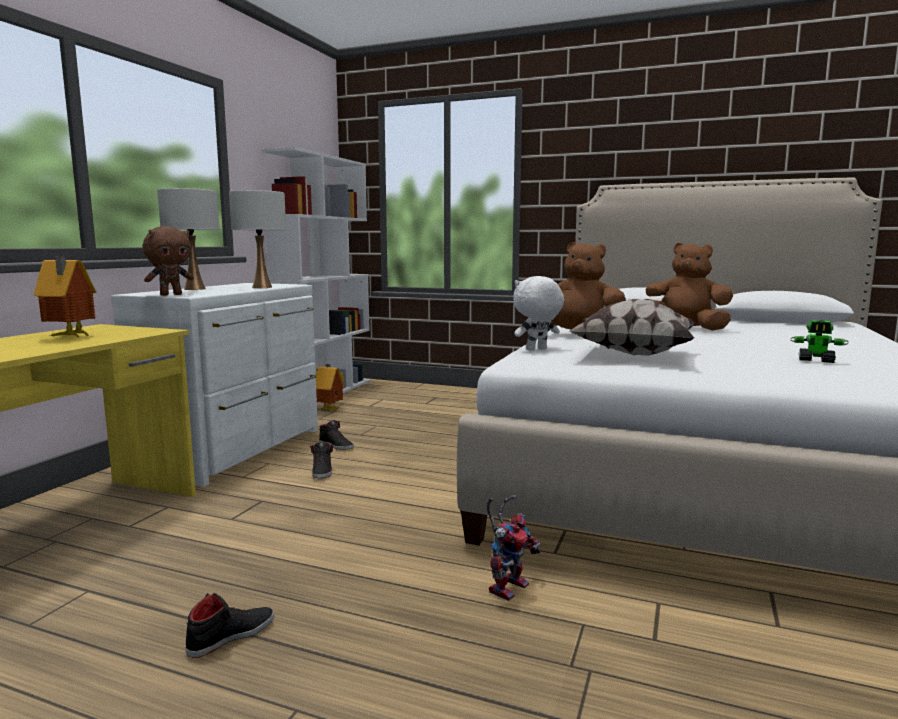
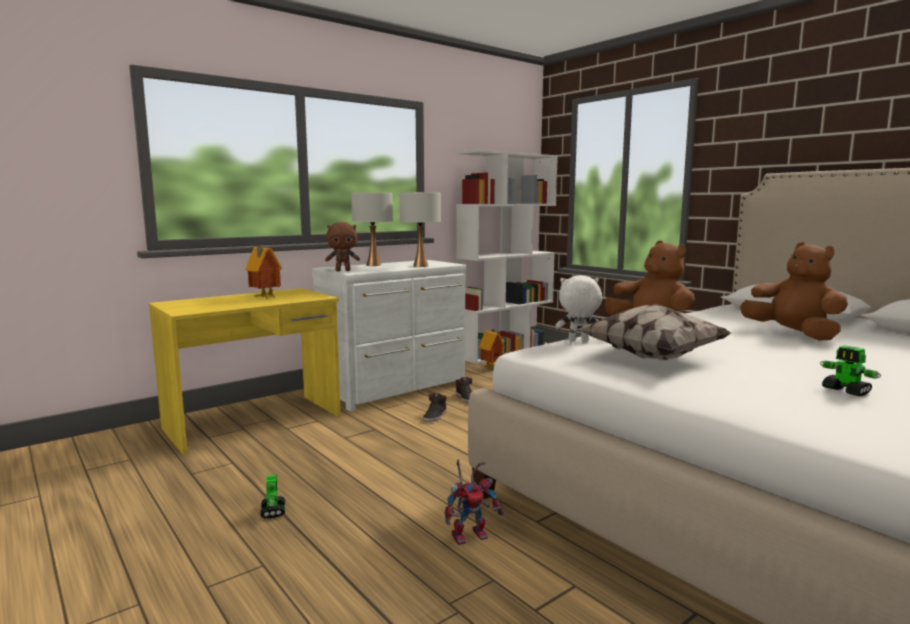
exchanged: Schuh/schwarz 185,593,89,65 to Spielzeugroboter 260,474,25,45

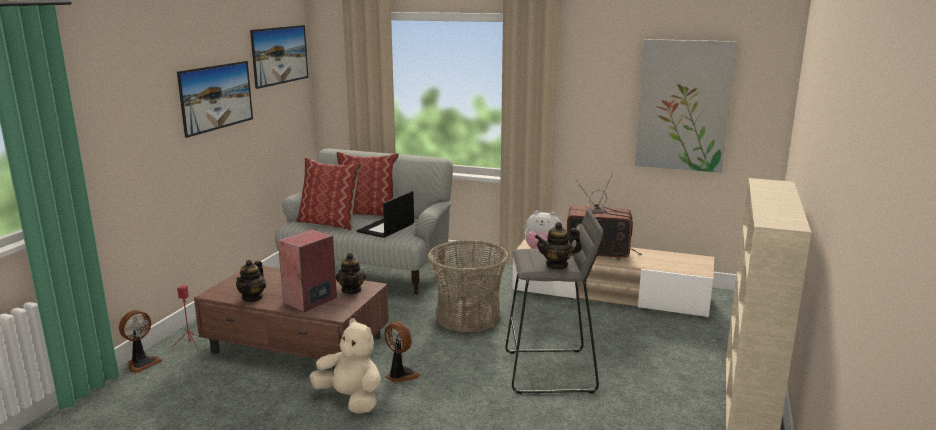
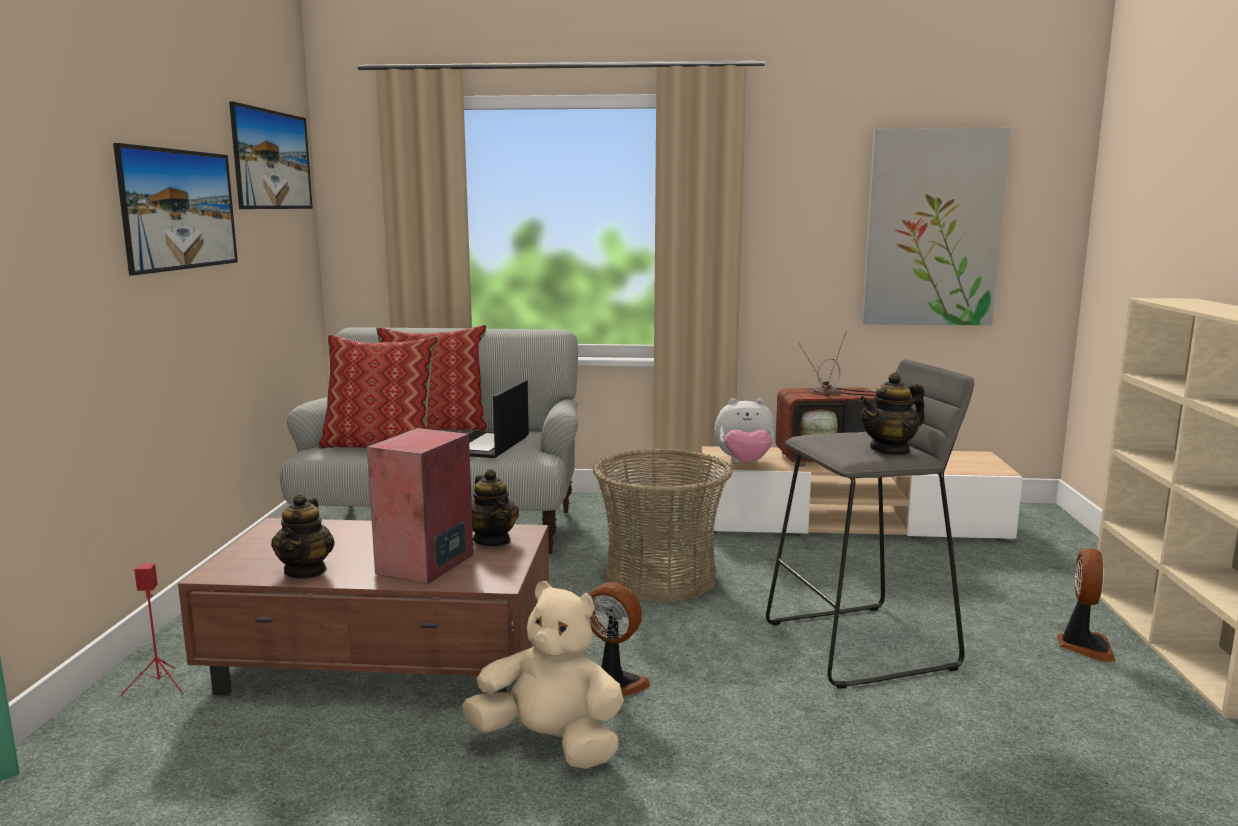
relocated: Ventilator 119,310,43,63 to 1057,549,59,113

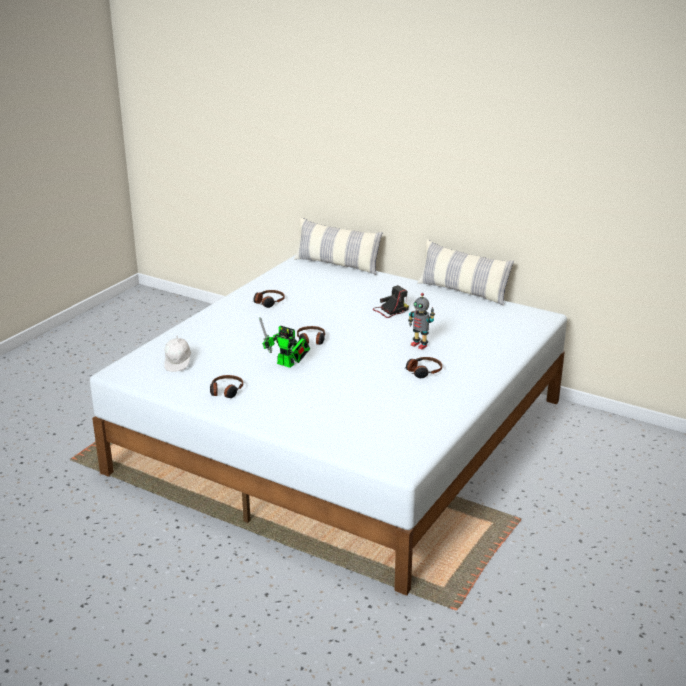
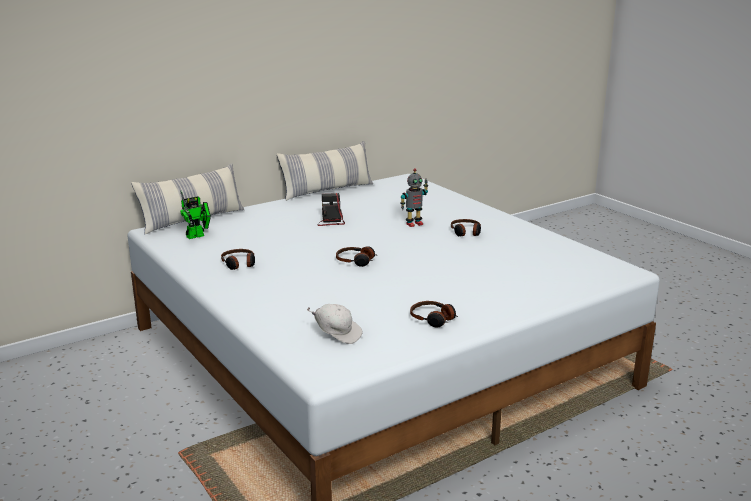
relocated: Spielzeugroboter 259,317,51,51 to 180,191,31,48

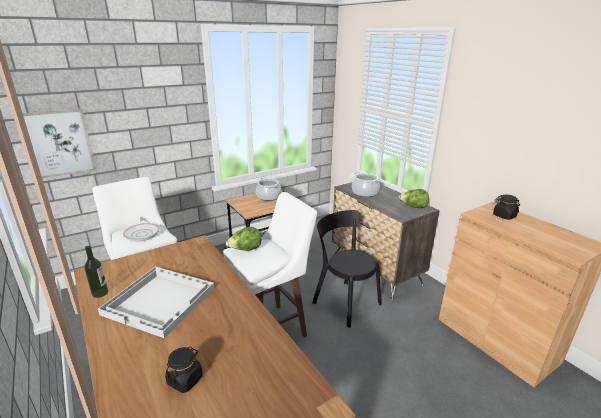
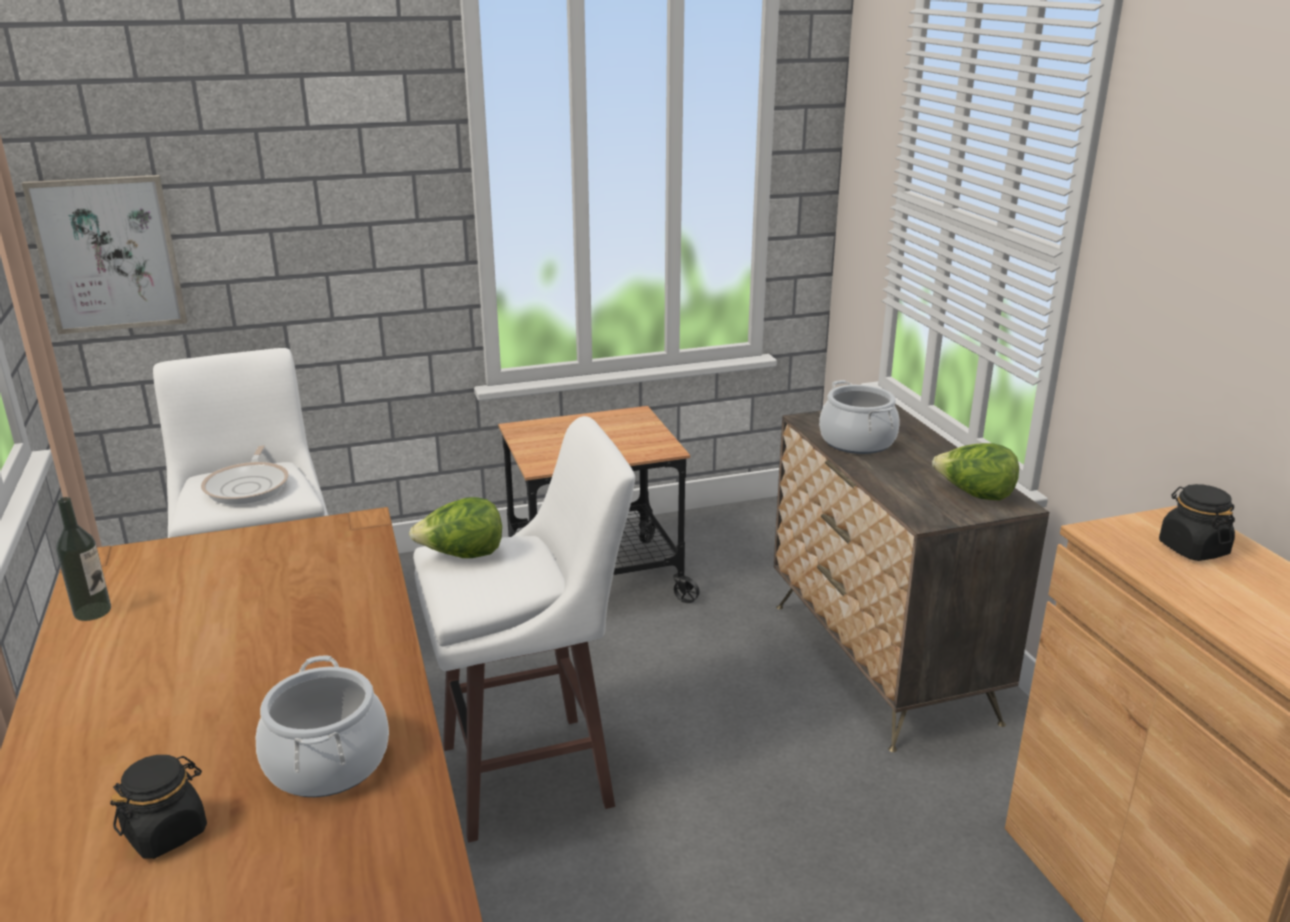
missing: Tablett/weiß 98,267,116,71; Stuhl/schwarz 312,210,69,118
relocated: Kochtopf 256,177,25,24 to 256,655,133,142

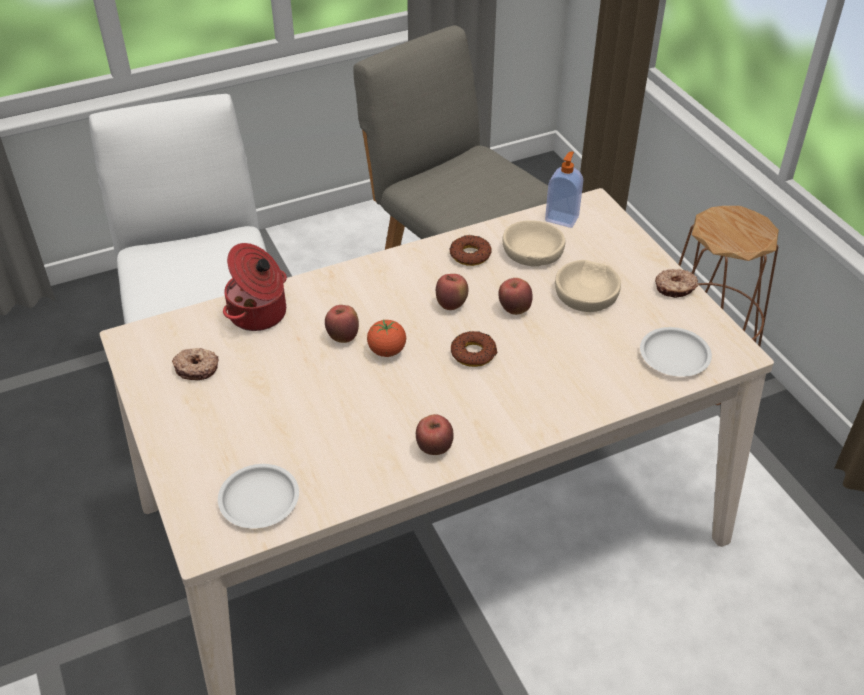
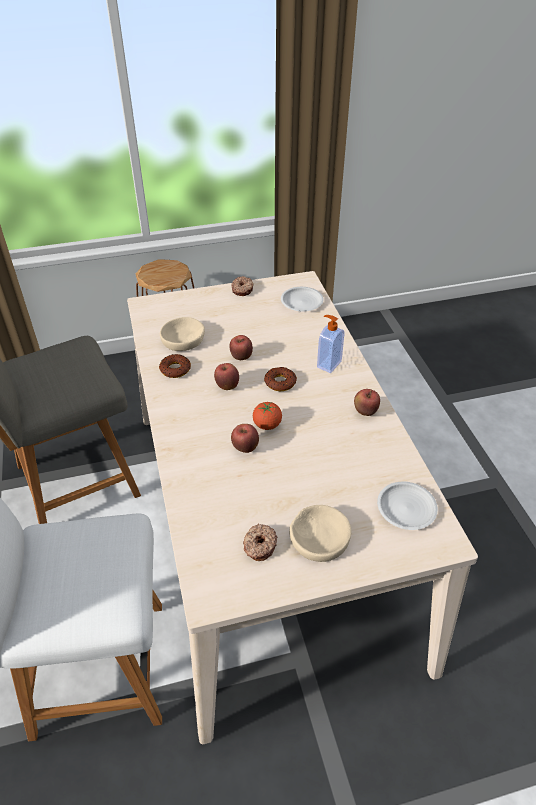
missing: Kochtopf 223,243,64,88
relocated: Seifenspender 545,151,38,77 to 317,315,28,58; Schüssel/beige 555,260,66,52 to 289,505,62,57

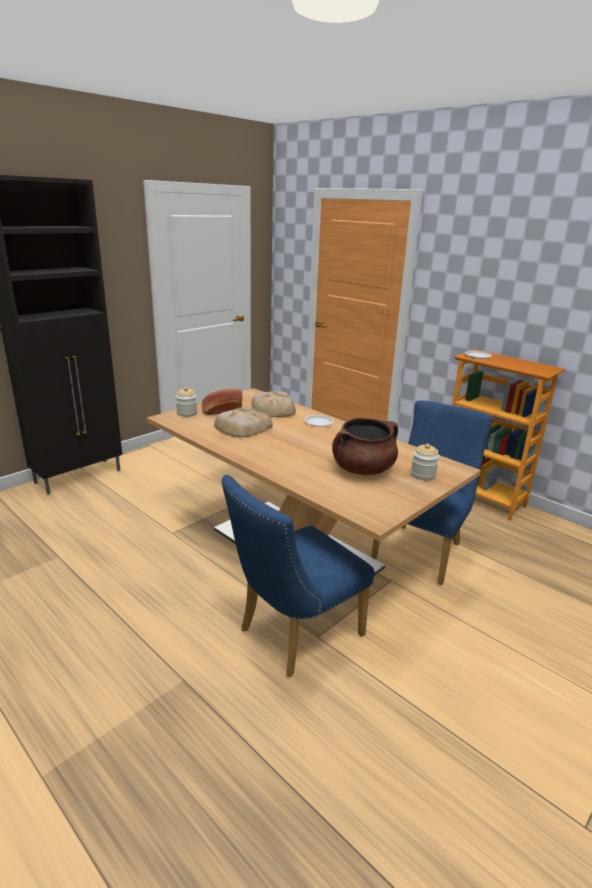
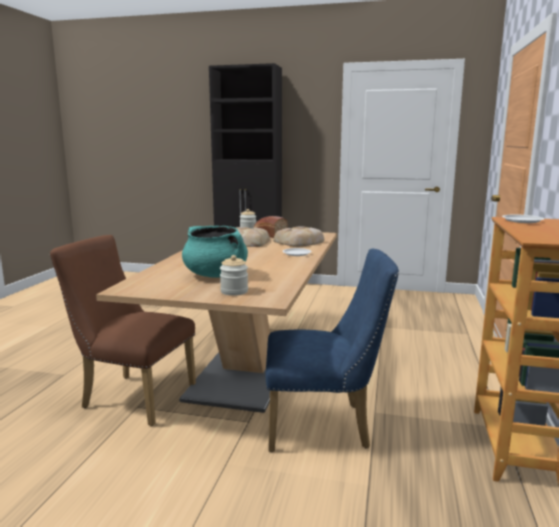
colour: Stuhl/blau 221,475,154,202 to Stuhl/braun 50,235,146,191; Kochtopf/braun 332,418,66,57 to Kochtopf/türkis 182,226,66,52

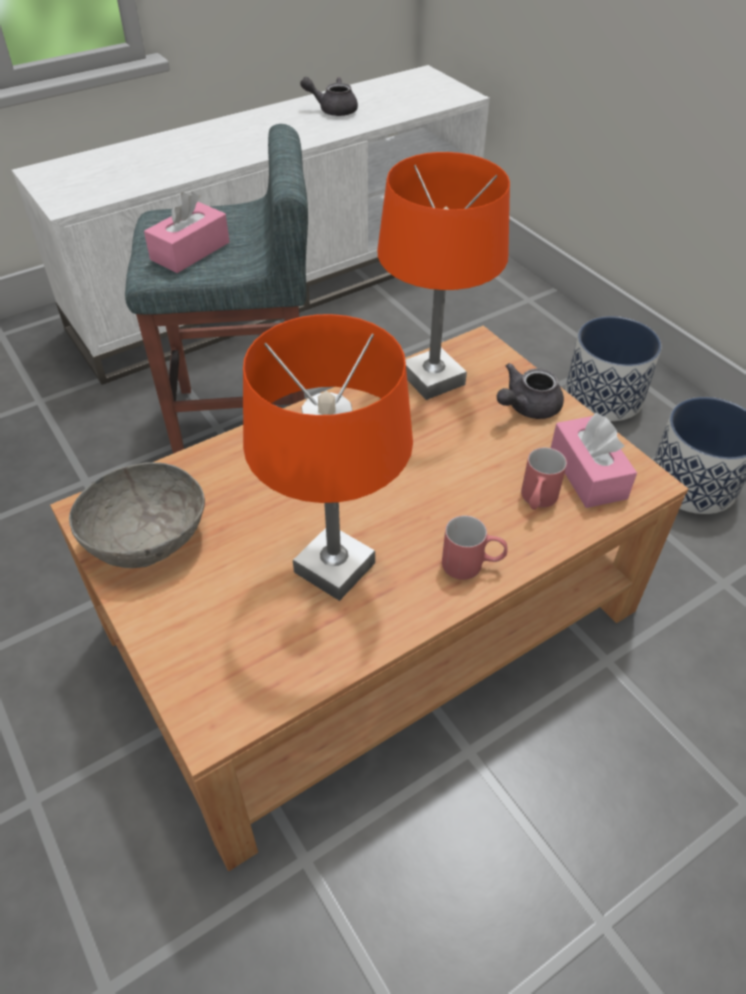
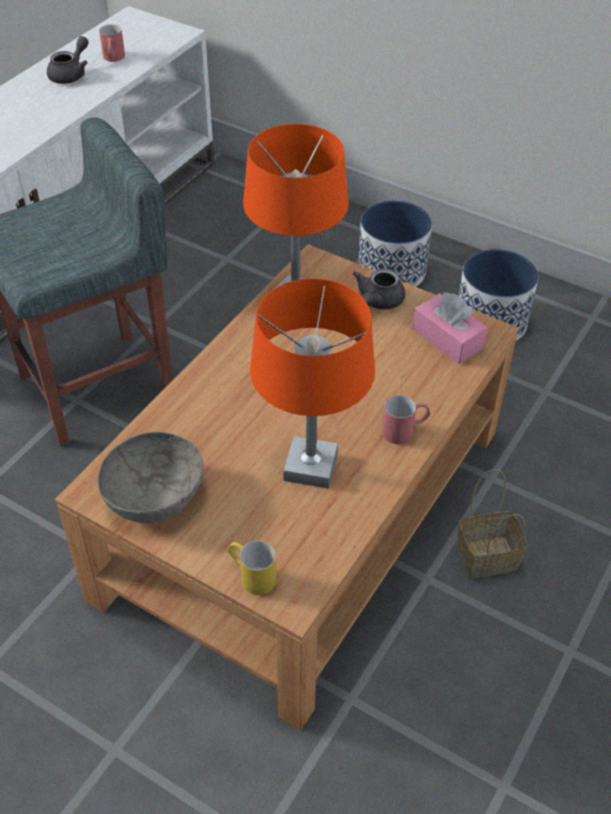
missing: Taschentuchbox/rosa 144,192,86,81
appeared: Henkelbecher/gelb 228,541,48,54; Korb 456,469,71,109
relocated: Henkelbecher/rot 521,447,46,63 to 99,24,26,38
spun: Teekanne/grau 300,77,58,39 = 47,36,42,48 135 degrees clockwise

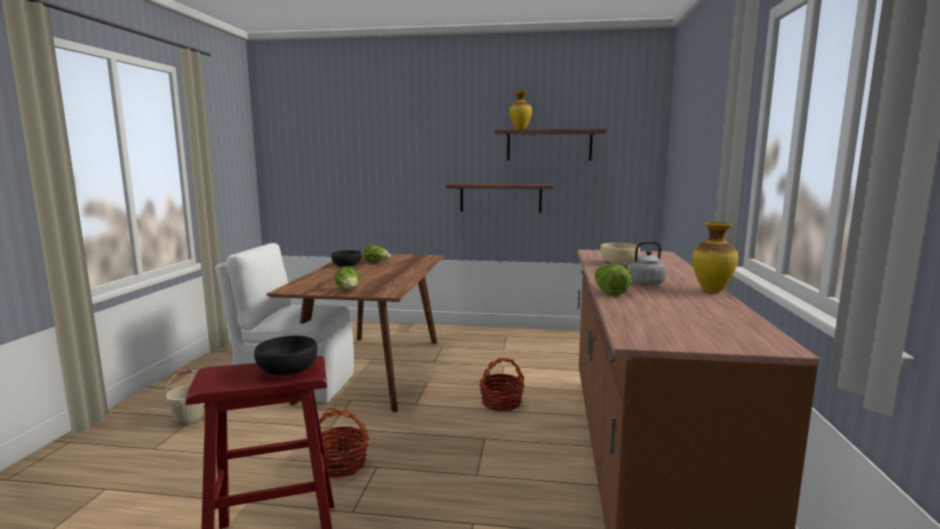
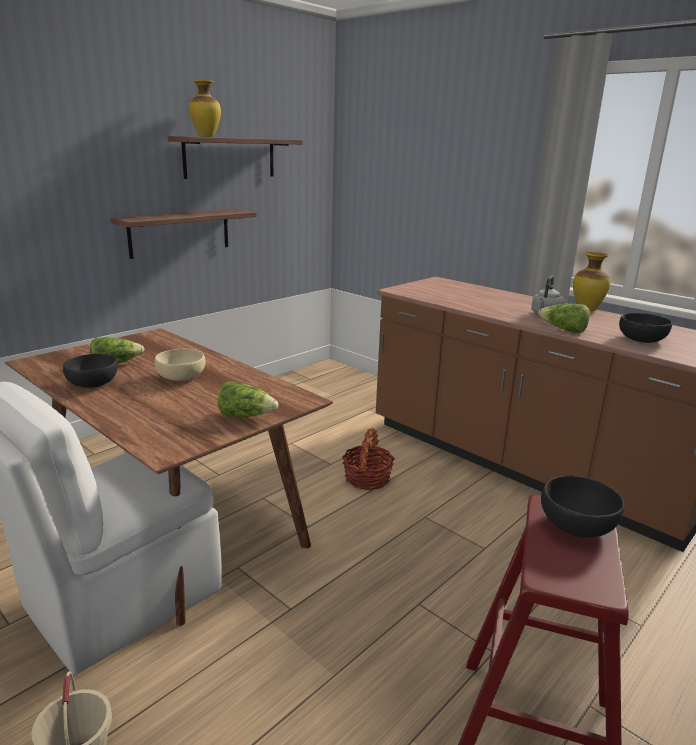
missing: Korb 319,409,50,70
appeared: Schüssel/schwarz 619,313,53,30
relocated: Schüssel/beige 600,243,40,21 to 155,349,51,32

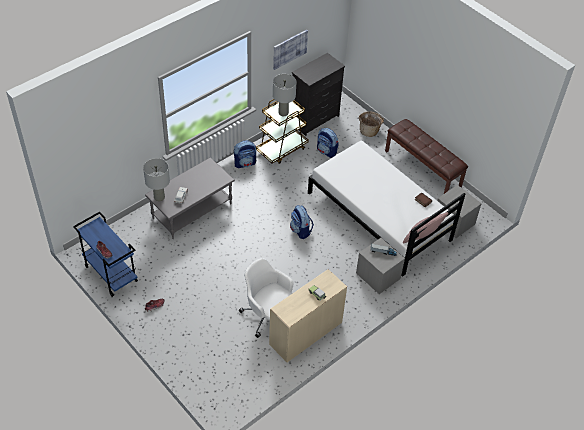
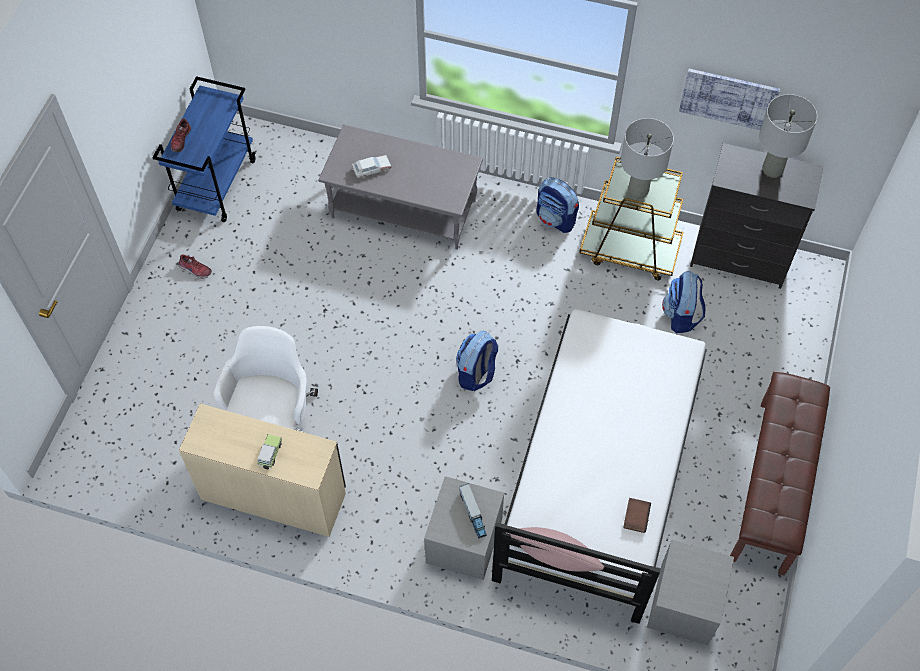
missing: Korb 359,111,25,26
relocated: Tischlampe/grau 143,158,27,43 to 759,94,58,84

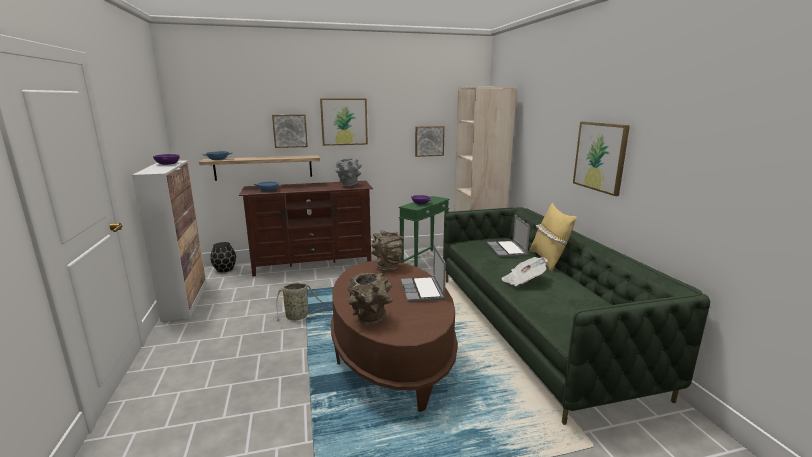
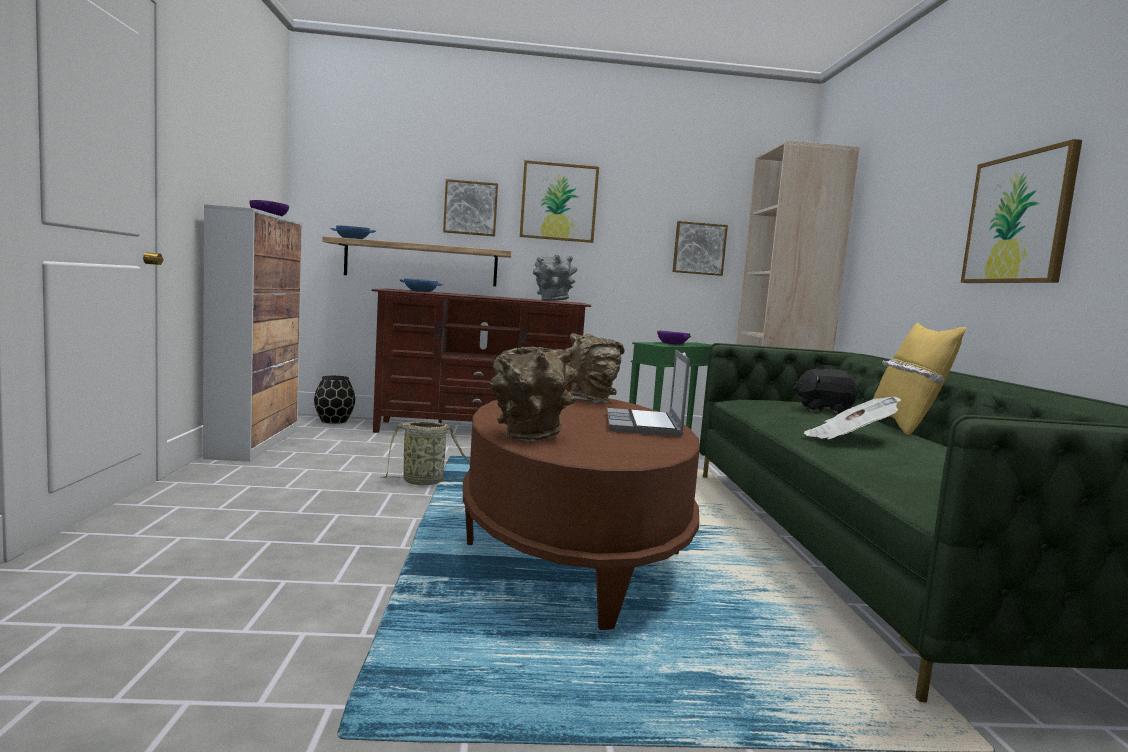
exchanged: Laptop 487,215,43,42 to Plüschtier/schwarz 793,369,65,44

